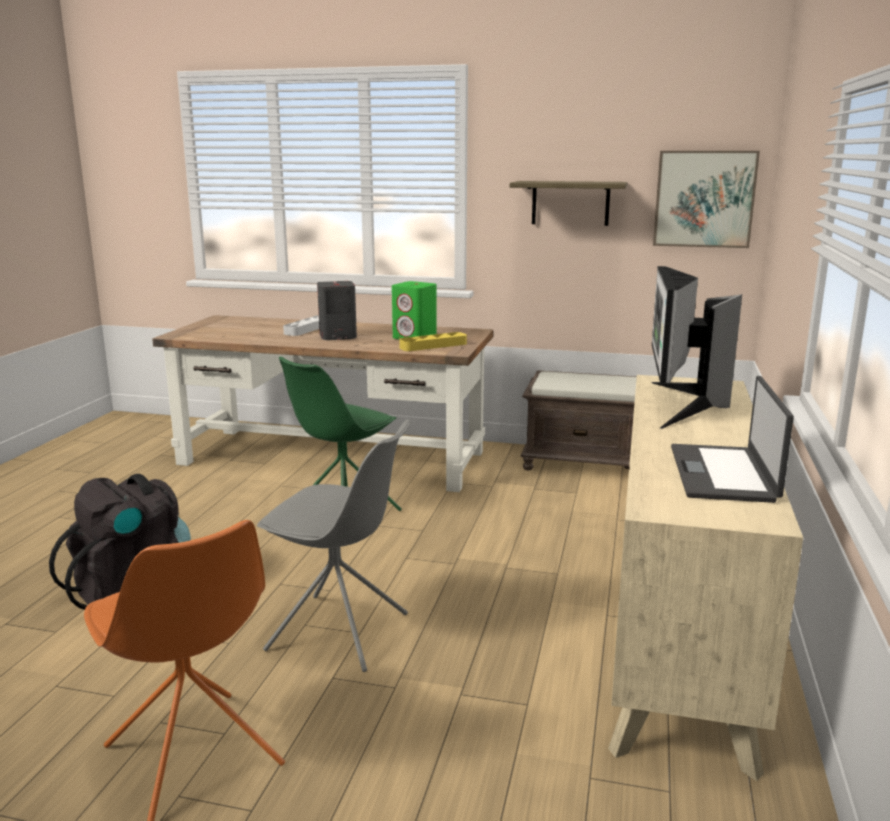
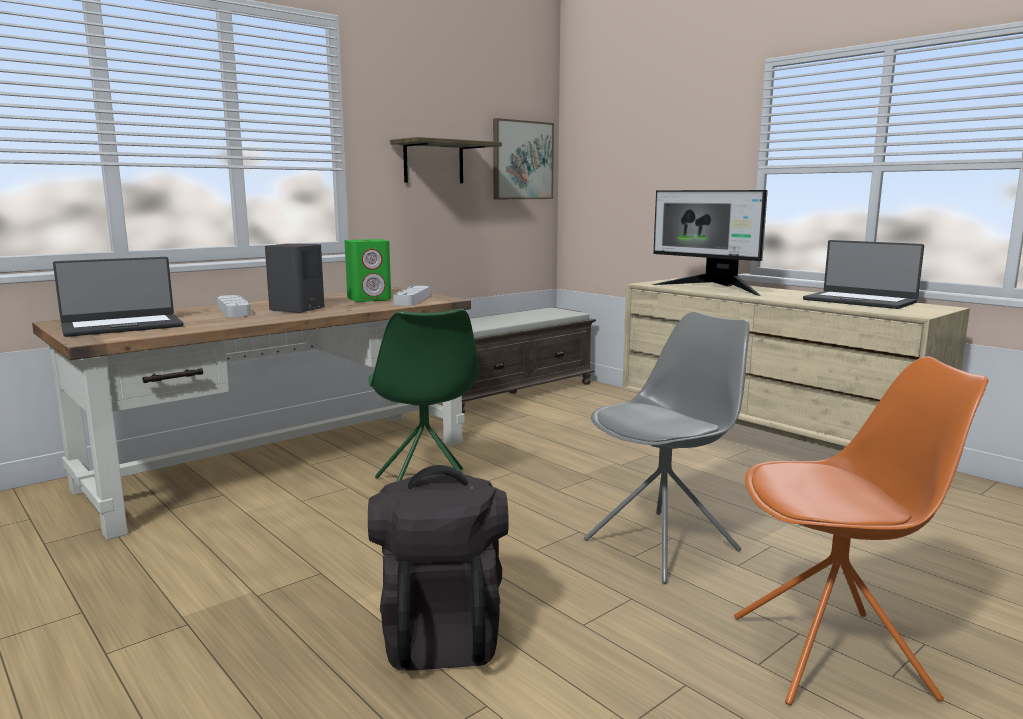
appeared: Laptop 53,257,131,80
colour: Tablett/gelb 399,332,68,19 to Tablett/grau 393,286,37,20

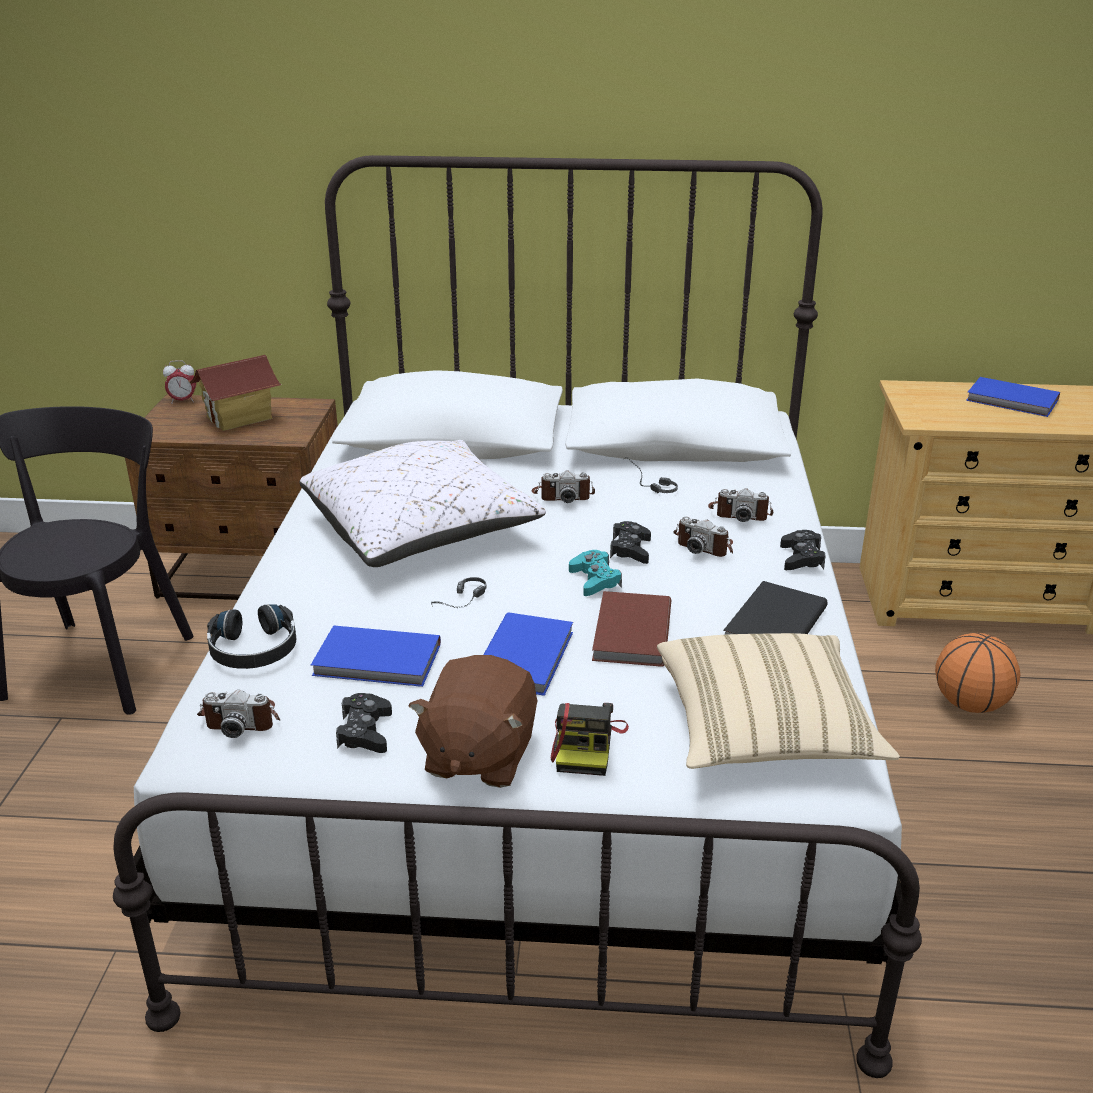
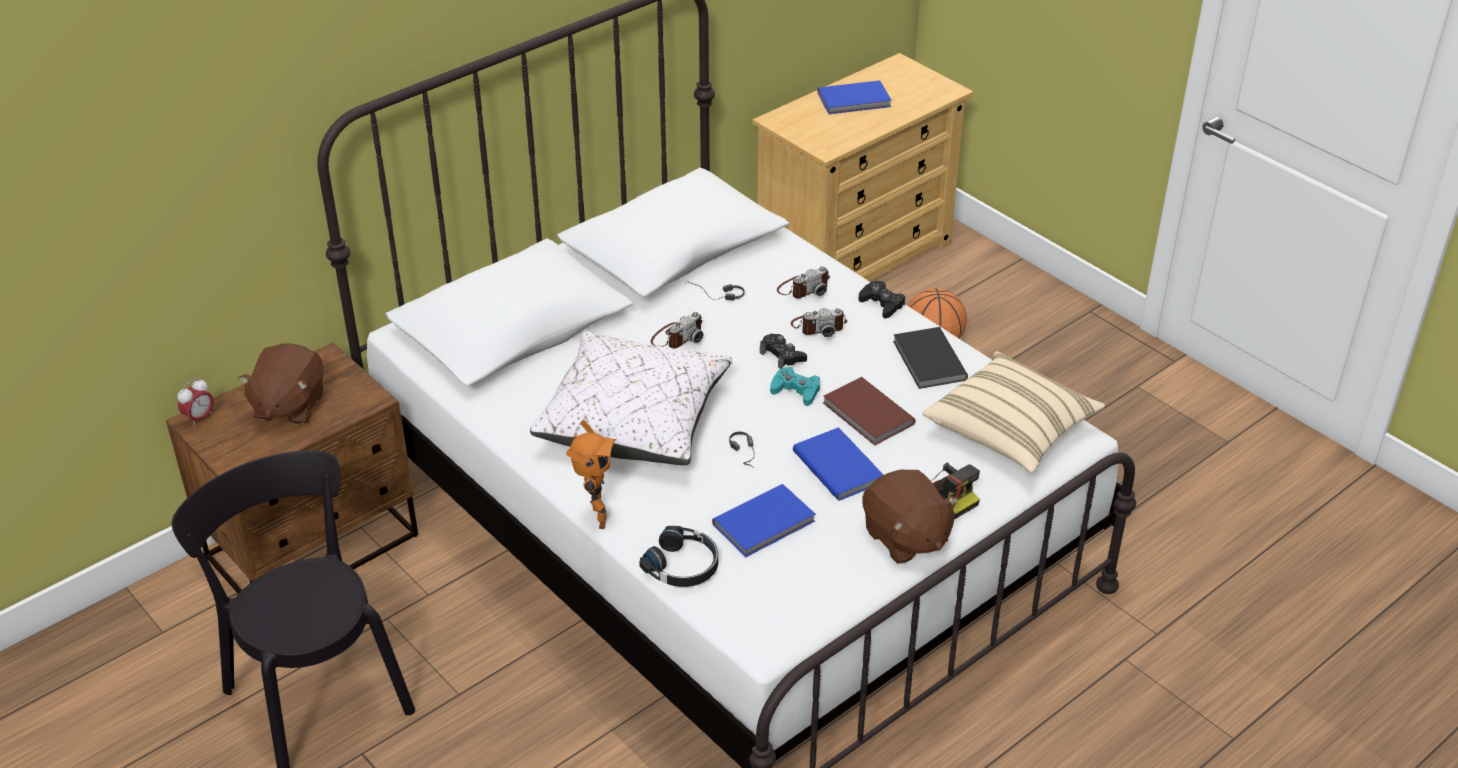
missing: Kamera 197,690,83,48; Gamepad/schwarz 336,693,56,60
appeared: Spielzeugroboter 566,420,50,109
exchanged: Spielzeughaus 189,355,92,76 to Plüschtier/braun 238,343,86,82

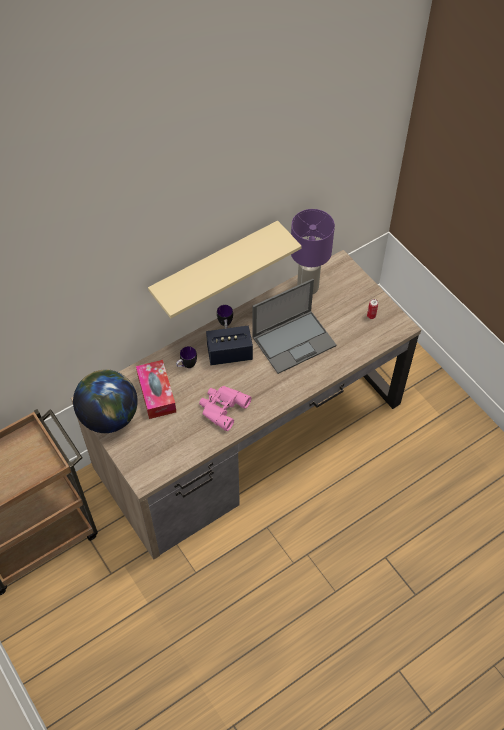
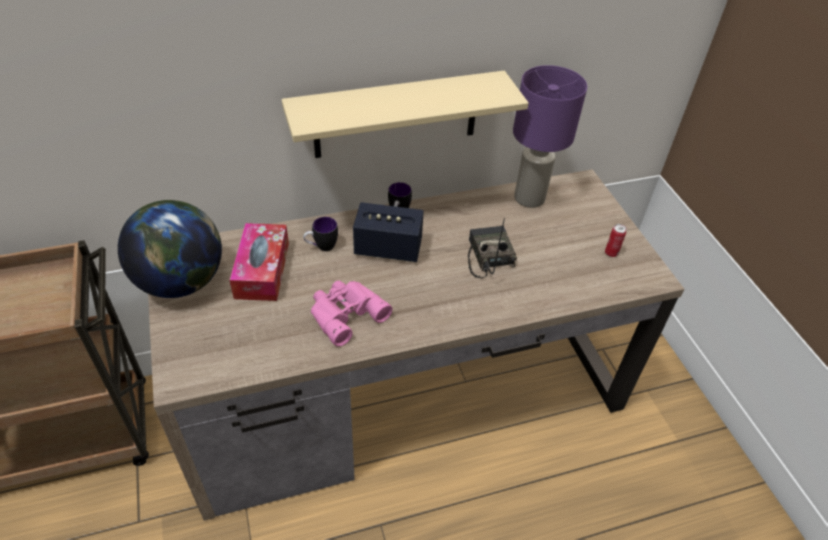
exchanged: Laptop 252,279,85,95 to Radio 468,218,49,60

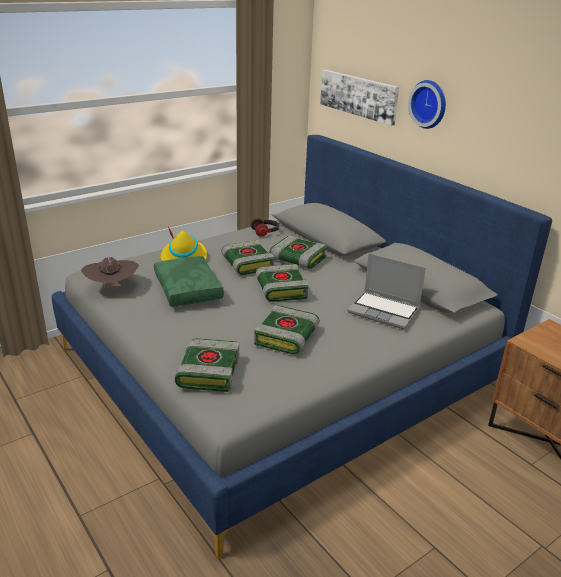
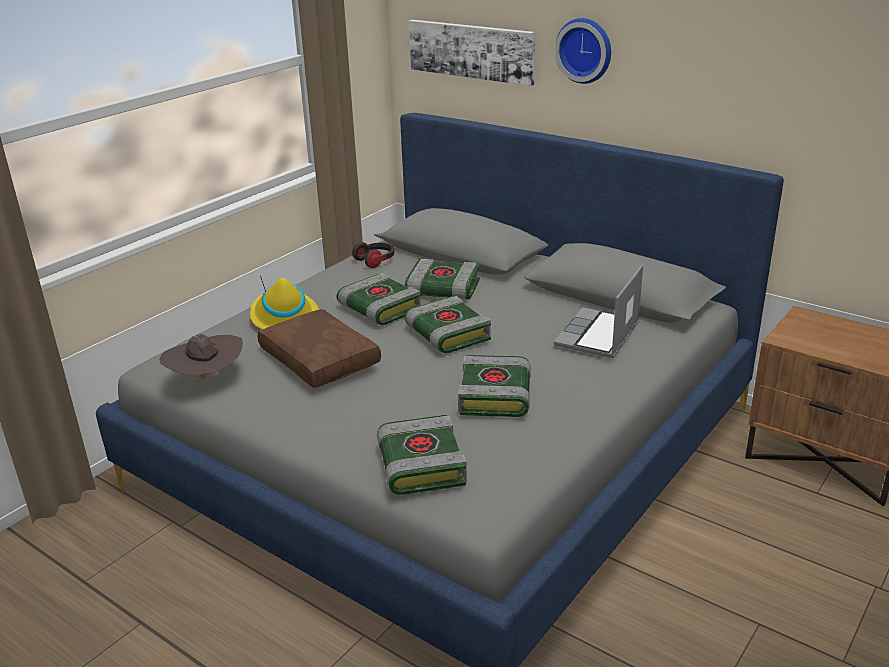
colour: Kissen/grün 154,256,70,50 to Kissen/braun 258,309,123,79
spun: Laptop 347,253,79,76 = 554,265,89,93 105 degrees clockwise

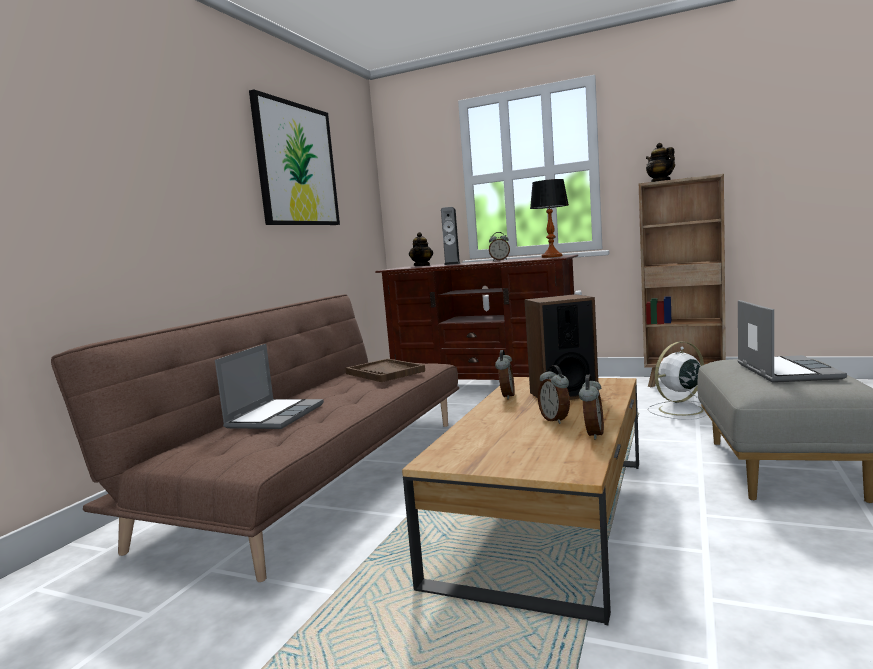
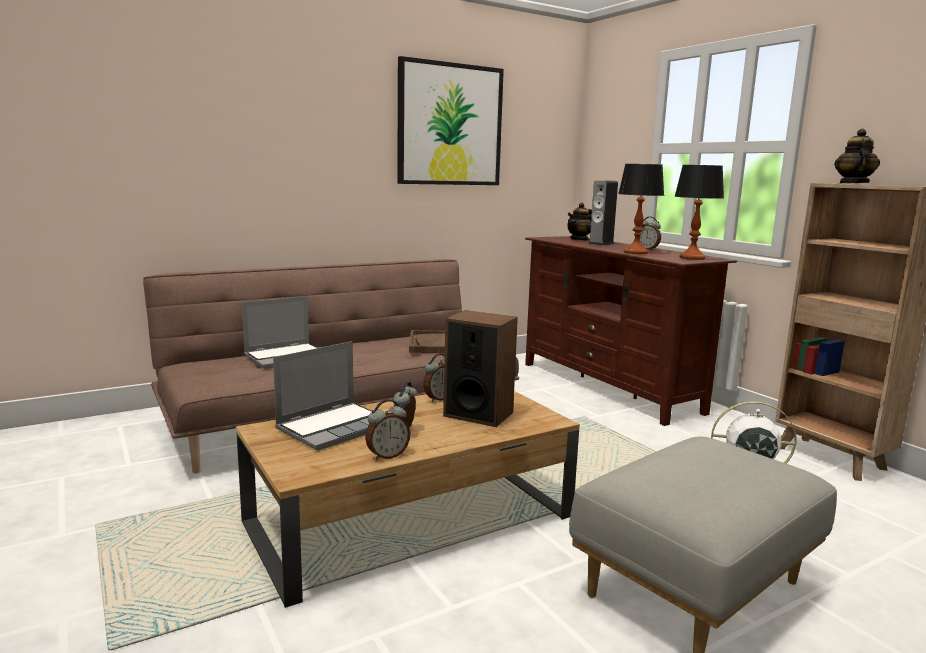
appeared: Tischlampe 618,164,46,90
relocated: Laptop 738,300,109,83 to 273,341,99,110

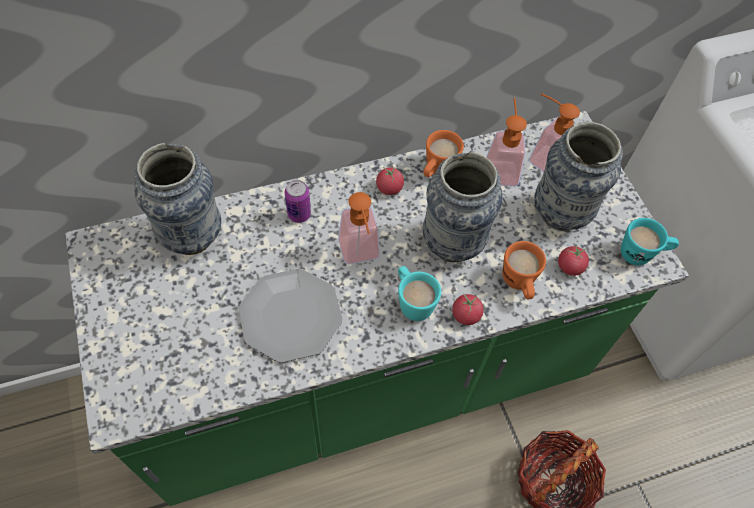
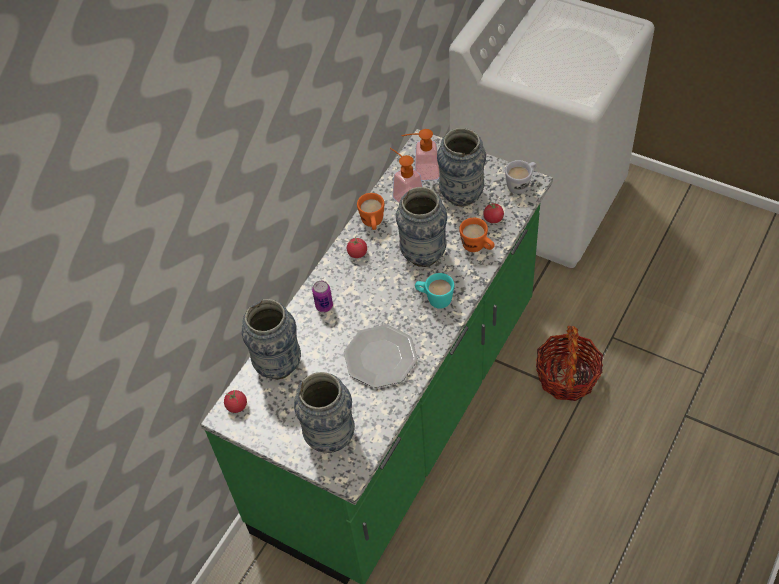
missing: Seifenspender 338,192,42,73
appeared: Vase 294,372,61,81
relocated: Tomate 452,293,32,32 to 224,390,23,23
colour: Henkelbecher/türkis 621,218,58,47 to Henkelbecher/weiß 505,160,31,34

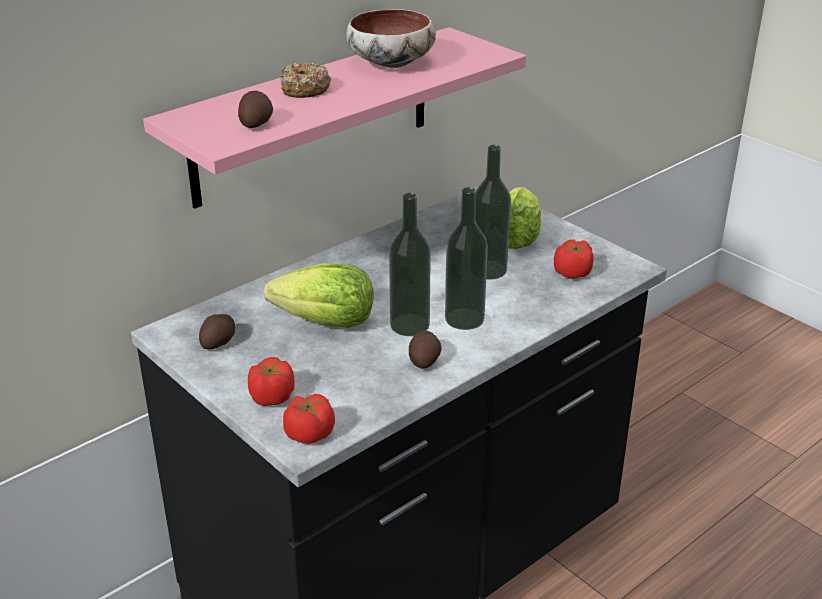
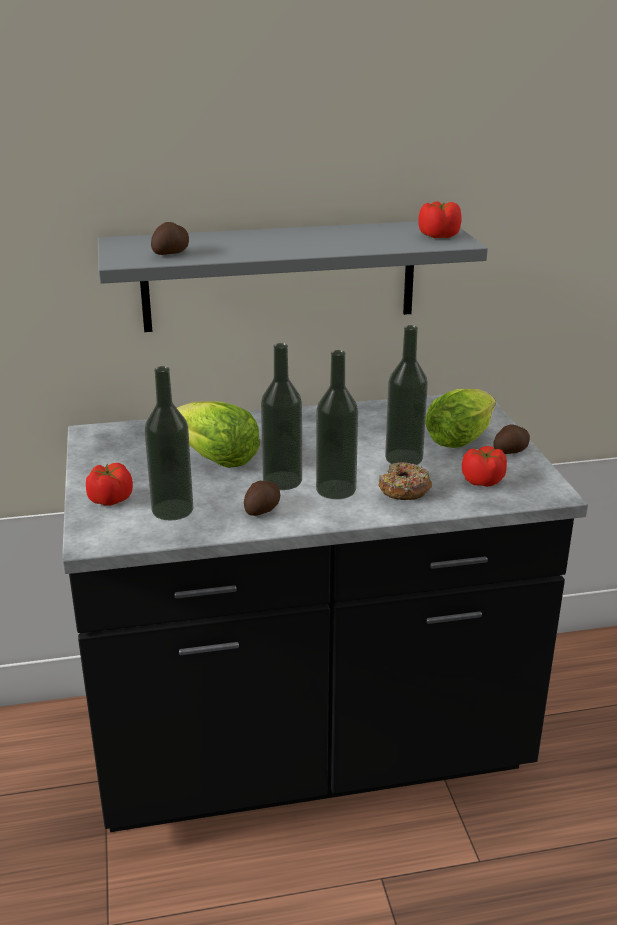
missing: Schüssel 346,9,90,59
appeared: Flasche 145,366,48,154
relocated: Kartoffel 199,314,36,36 to 493,424,37,30; Donut 280,62,51,36 to 378,462,54,38; Tomate 283,394,52,50 to 418,201,44,37
colour: Wandregal/rosa 143,27,383,182 to Wandregal/grau 98,221,390,111

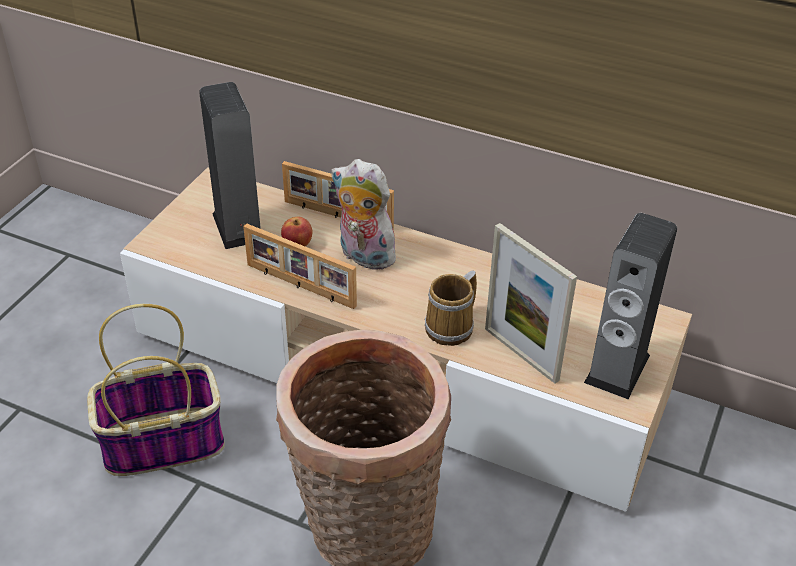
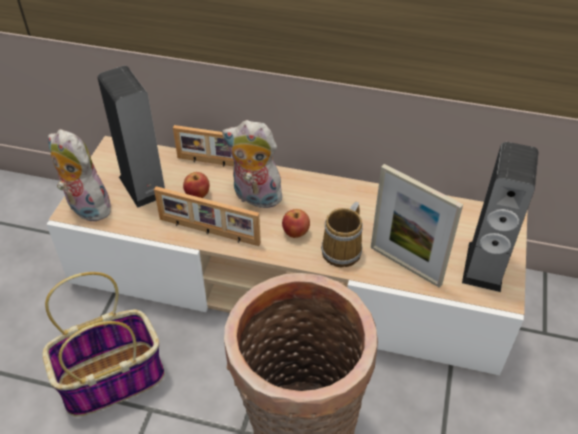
appeared: Plüschtier 48,129,64,92; Apfel 282,209,28,29

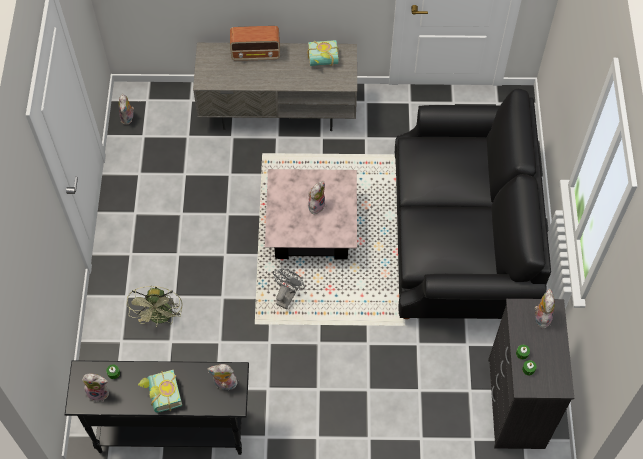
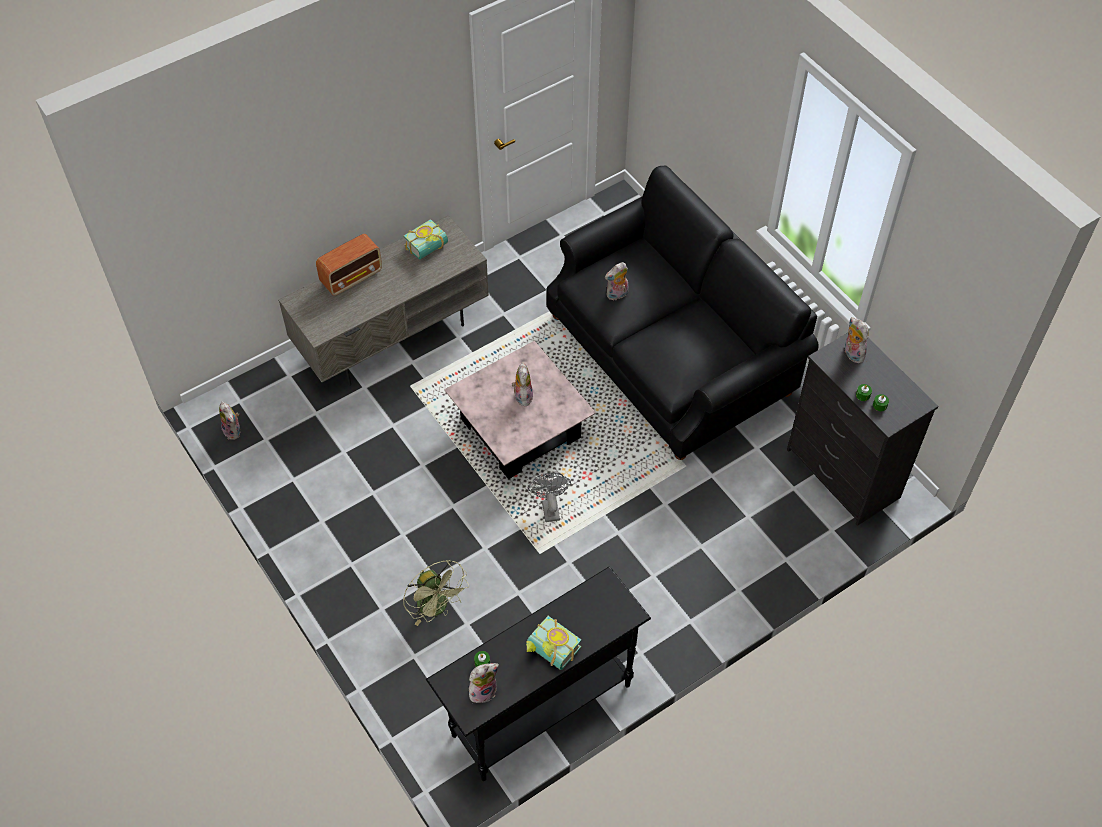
relocated: Plüschtier 207,364,30,26 to 605,262,23,38

